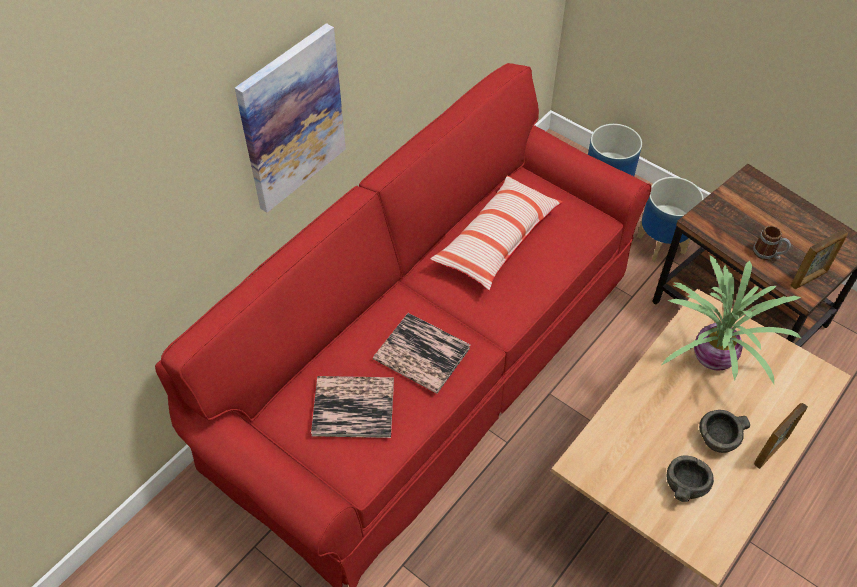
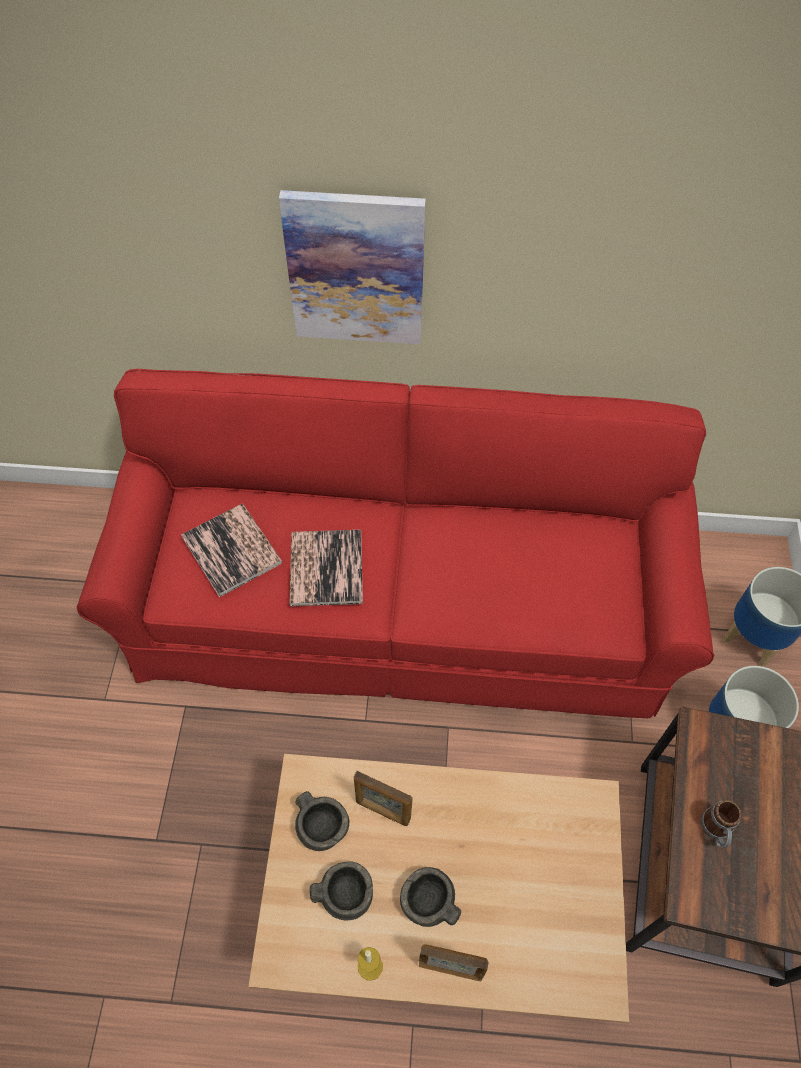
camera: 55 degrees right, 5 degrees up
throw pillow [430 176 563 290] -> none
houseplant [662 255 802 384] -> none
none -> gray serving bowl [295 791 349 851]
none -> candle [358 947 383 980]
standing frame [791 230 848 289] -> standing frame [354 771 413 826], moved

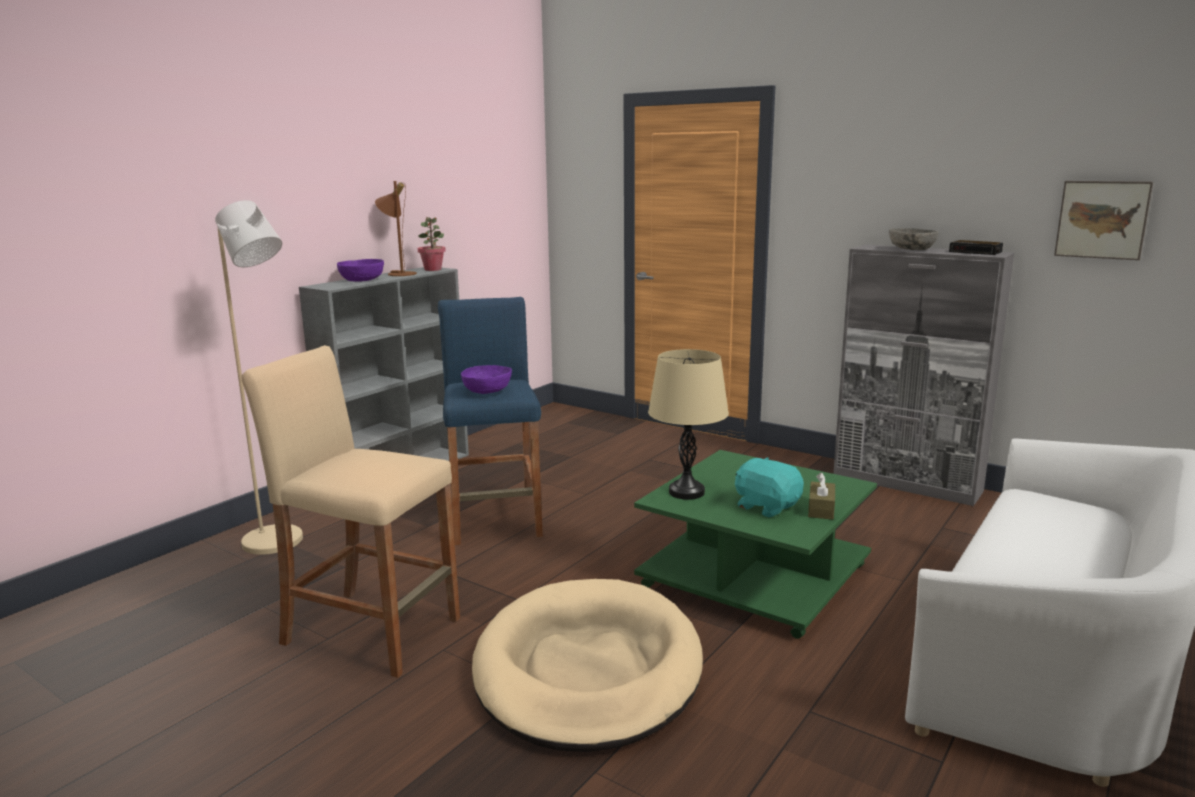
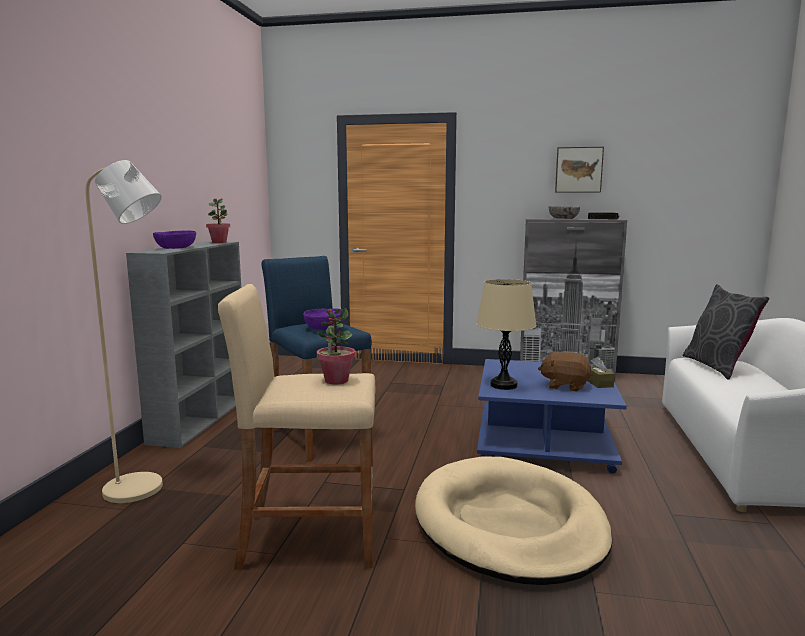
camera: 25 degrees left, 5 degrees down
brownish lamp for a table [375 181 417 276] -> none
none -> houseplant [317 308 356 384]
none -> gray throw pillow [683 284 769 379]
picture [1054 181 1153 260] -> picture [555 147 604 192], moved
green coffee table [634 450 877 639] -> bluish coffee table [477 359 627 473]
blue-green soft toy [735 457 804 517] -> brownish soft toy [538 352 592 392]

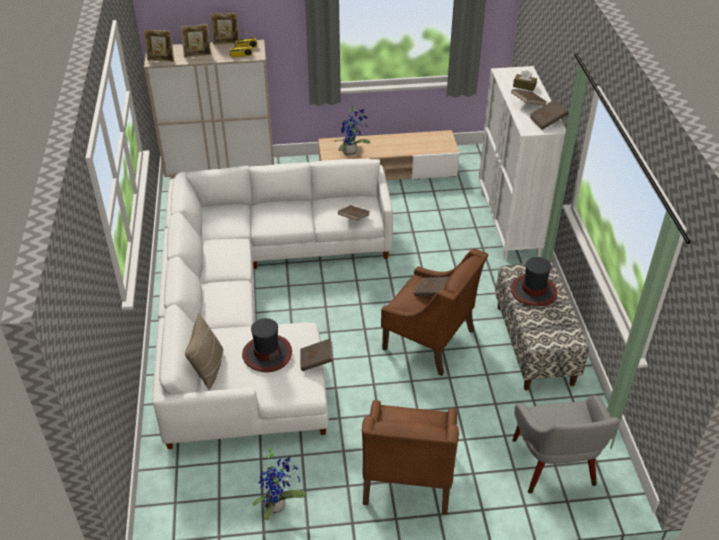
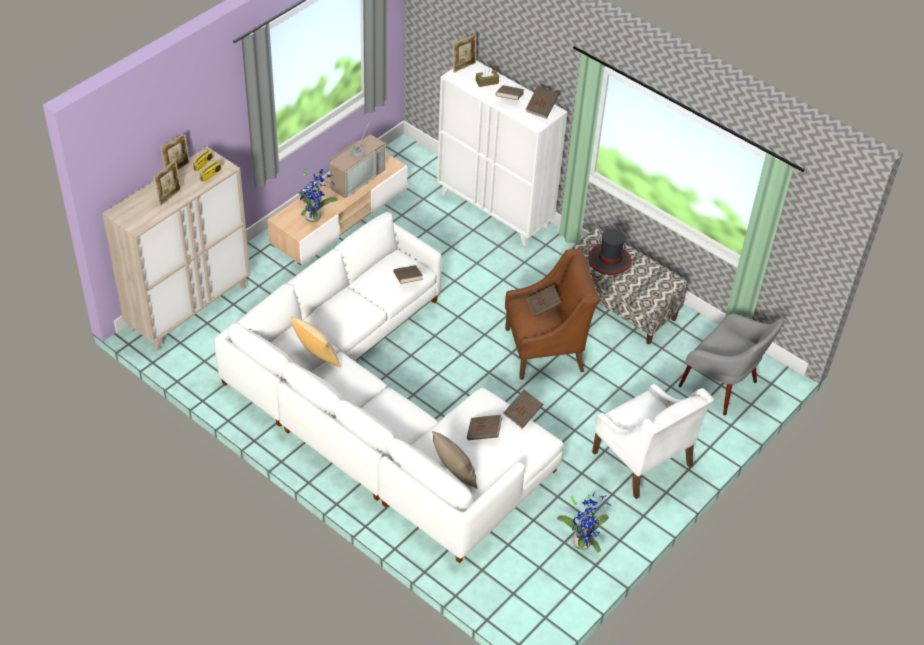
camera: 45 degrees left, 5 degrees up
none -> throw pillow [291 317 341 367]
none -> TV set [329 121 385 198]
standing frame [143 29 174 62] -> standing frame [453 34 476 73], moved
hat [242 318 292 372] -> brownish bound book [467 415 502 440]
brownish easy chair [362 400 459 514] -> white easy chair [592 383 714 499]

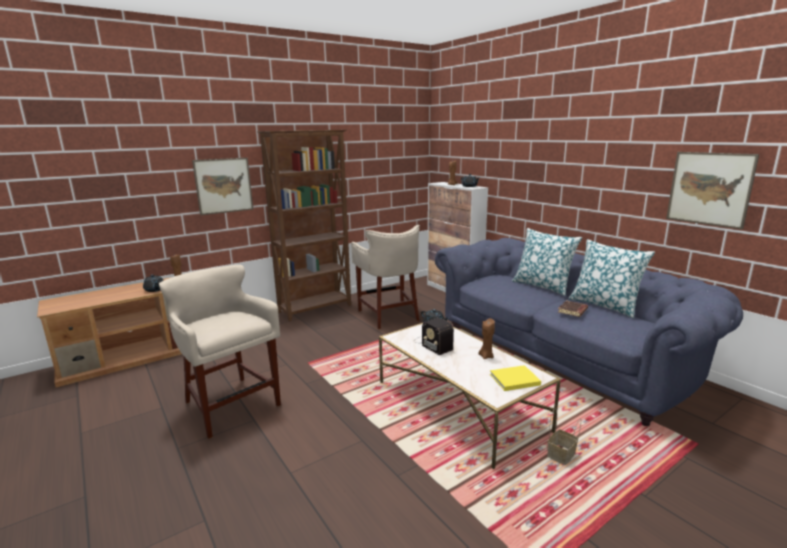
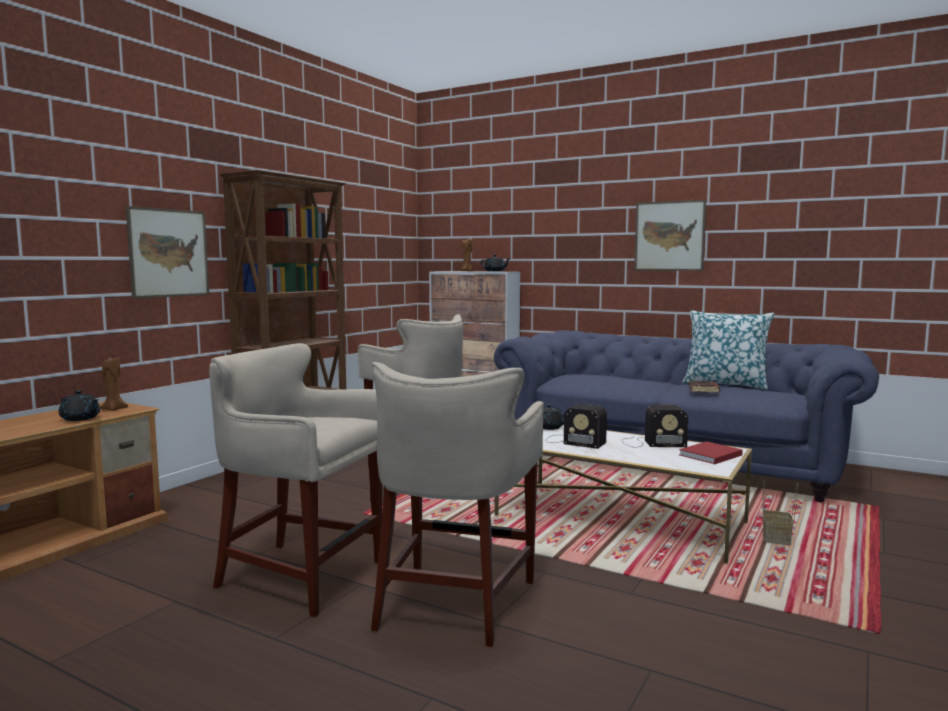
camera: 25 degrees left, 10 degrees down
throw pillow [512 228 582 296] -> none
none -> beige sitting stool [371 362 544 647]
picture [666 152 759 229] -> picture [634 200 706 271], moved
brownish candle [478 318 495 359] -> radio [622 404 688 447]
yellow bound book [490 365 541 391] -> reddish bound book [679 441 743 464]

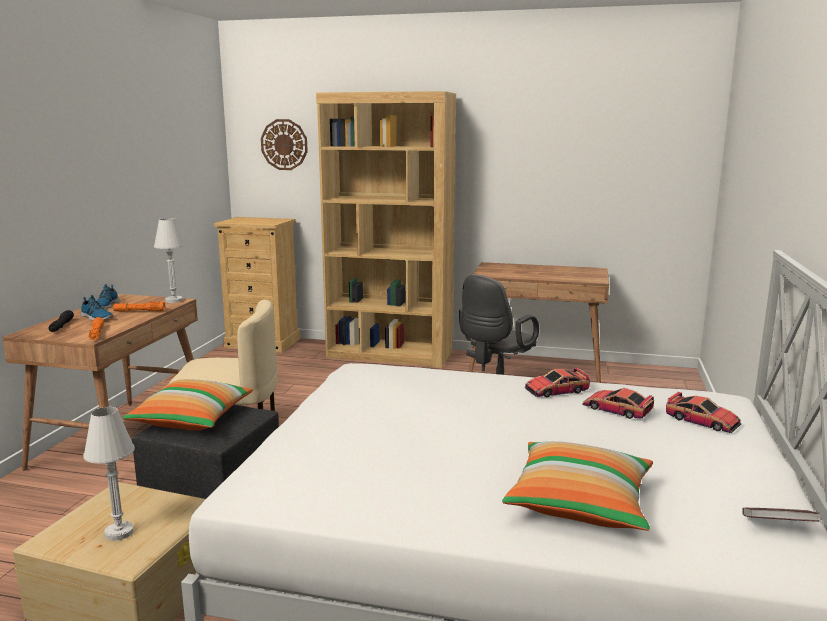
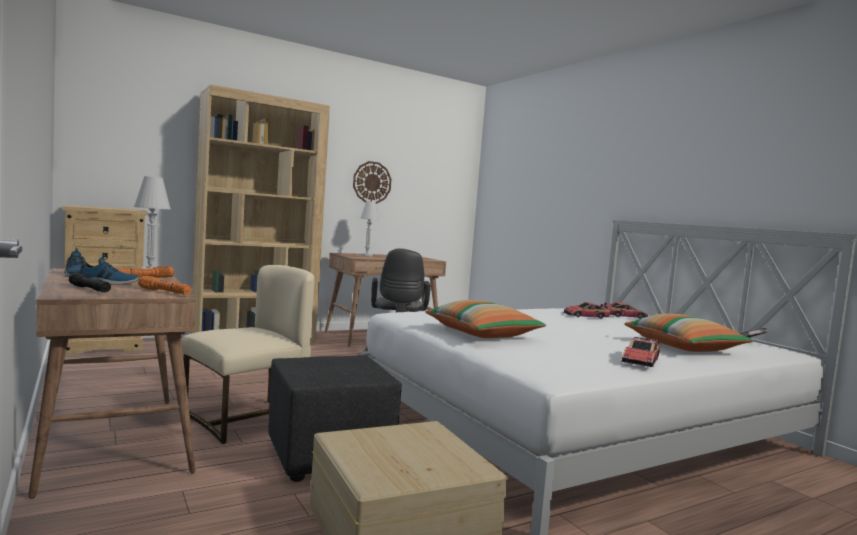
camera: 45 degrees left, 10 degrees down
white lamp for a table [83 407 135 541] -> white lamp for a table [360 201 379 256], moved
throw pillow [122 379 253 431] -> throw pillow [425 300 546 338], moved
wall clock [261 119 308 170] -> wall clock [353 161 391 204], moved
toy car [525 368 590 397] -> toy car [621 337 660 367], moved

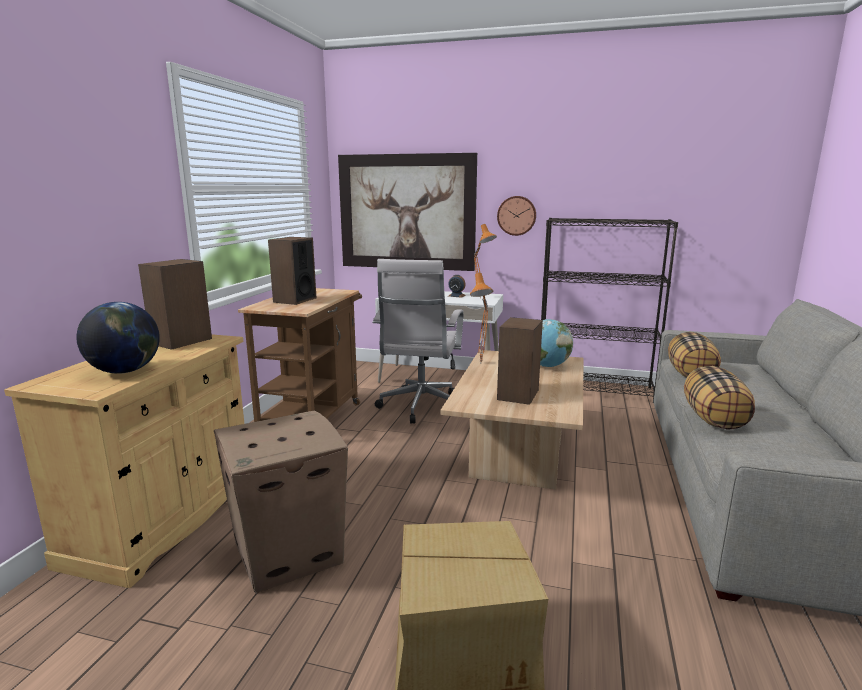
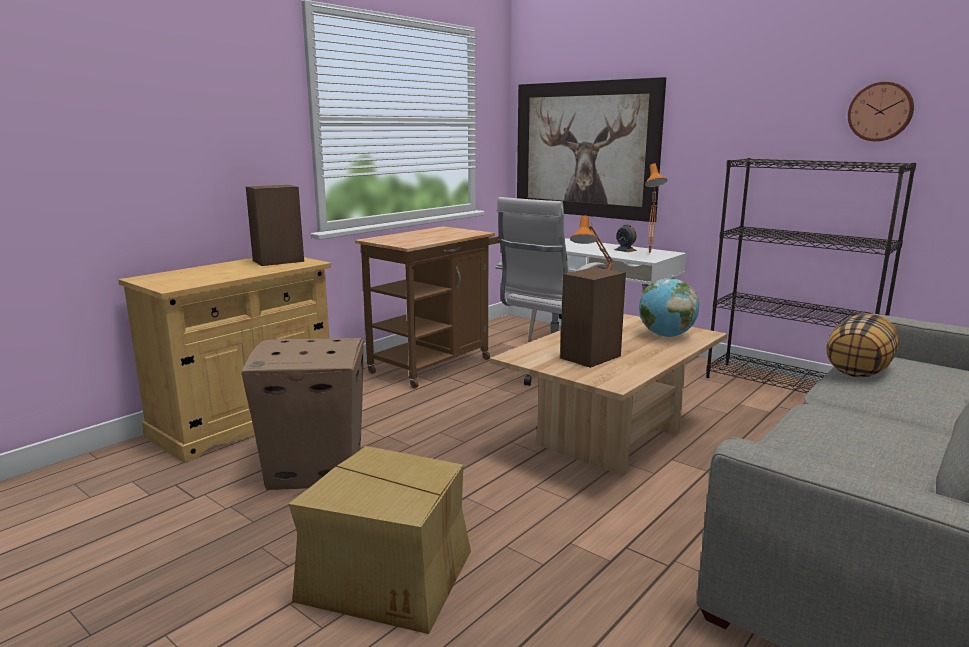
camera: 25 degrees right, 0 degrees up
desk globe [76 302 160 374] -> none
loudspeaker [268 237 316 305] -> none
throw pillow [684 366 755 430] -> none
wall clock [497 196 536 236] -> wall clock [848 81 914 141], moved

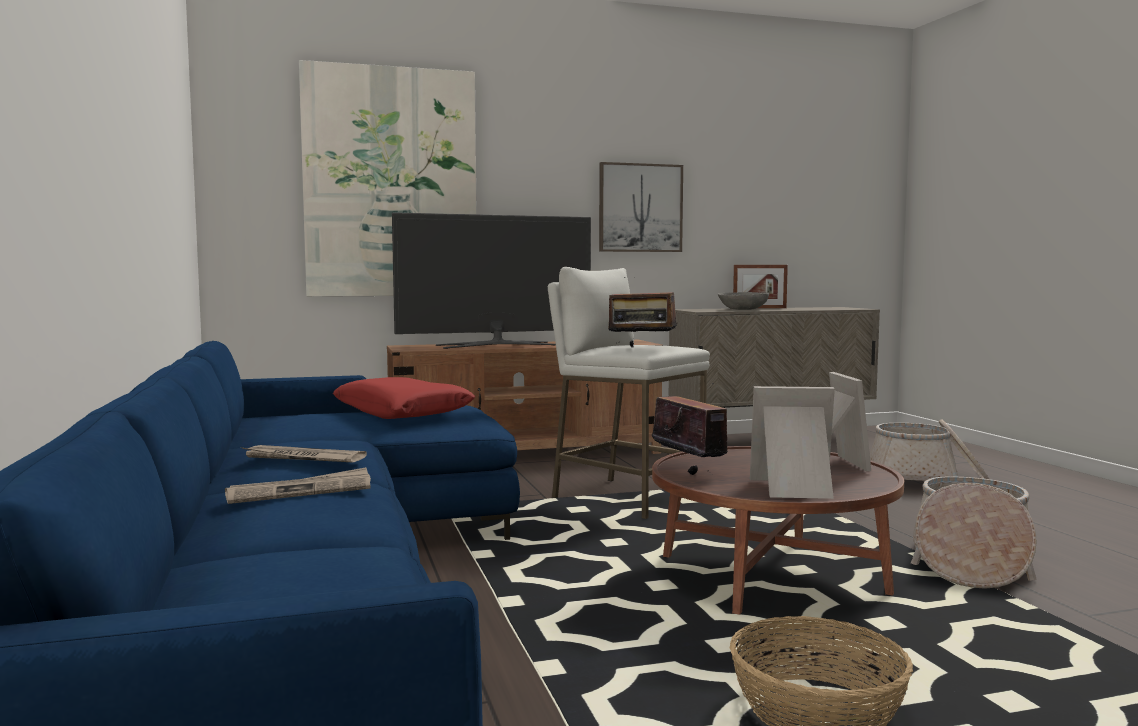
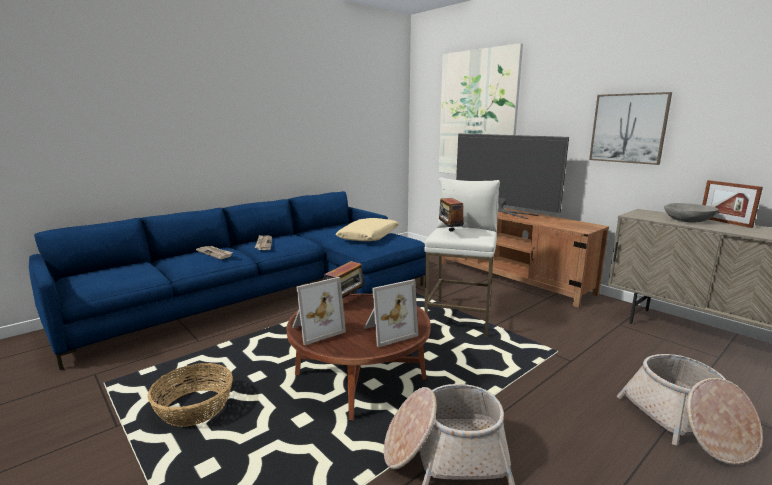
camera: 65 degrees right, 10 degrees up
reddish throw pillow [333 377 475 419] -> beige throw pillow [335 218 400 241]
standing frame [750 386 835 499] -> standing frame [292 277 346 345], 75 degrees clockwise

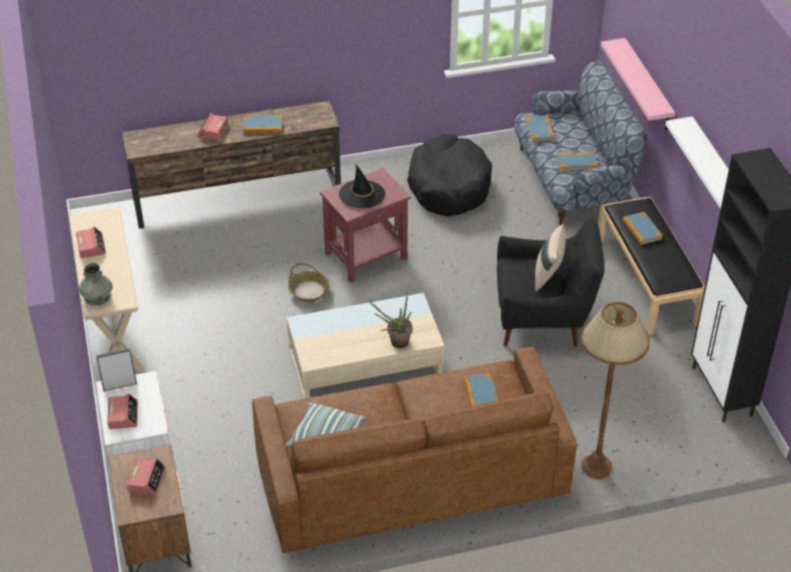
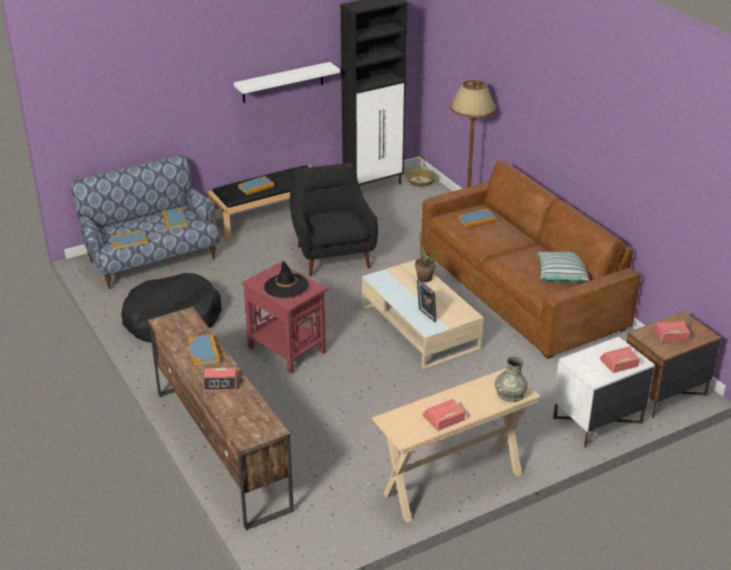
camera: 105 degrees left, 10 degrees down
beige throw pillow [535 224 566 292] -> none
pink-coloured shelf [601 38 675 130] -> none
standing frame [96 348 137 391] -> standing frame [417 279 437 322], moved
basket [288 263 330 302] -> basket [406 156 436 187], moved

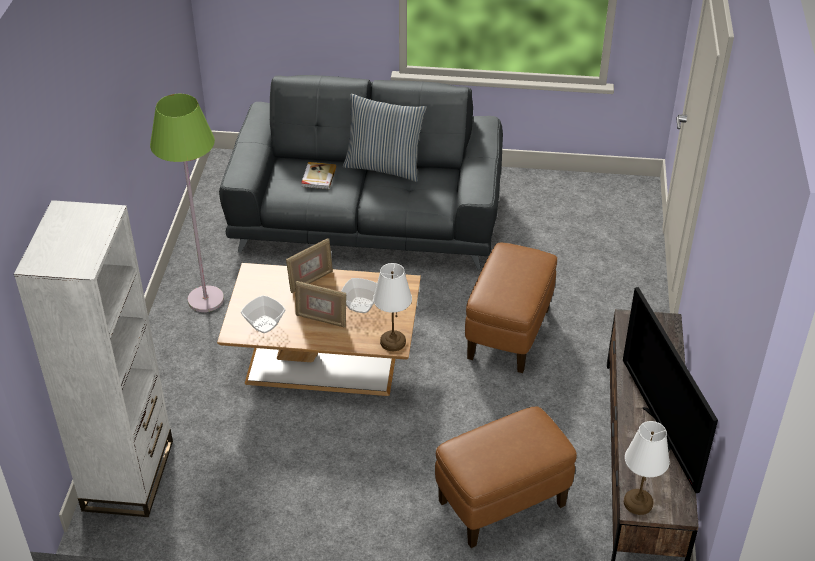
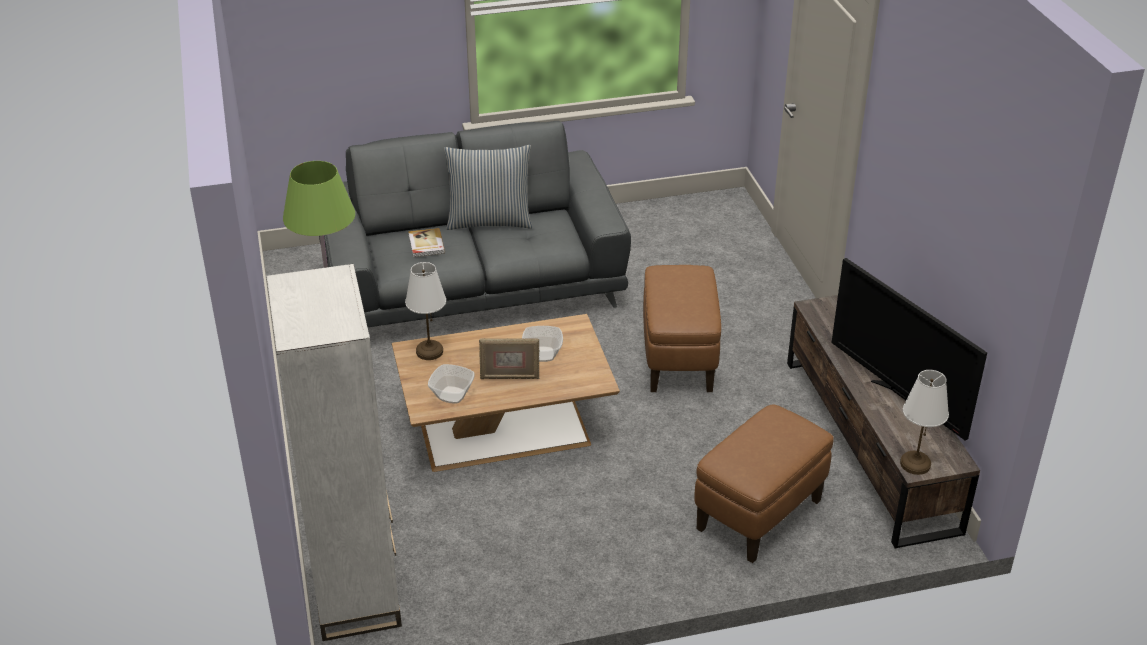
camera: 20 degrees left, 5 degrees down
standing frame [286 238 333 293] -> none
white lamp for a table [373 263 412 351] -> white lamp for a table [405 262 446 360], moved

